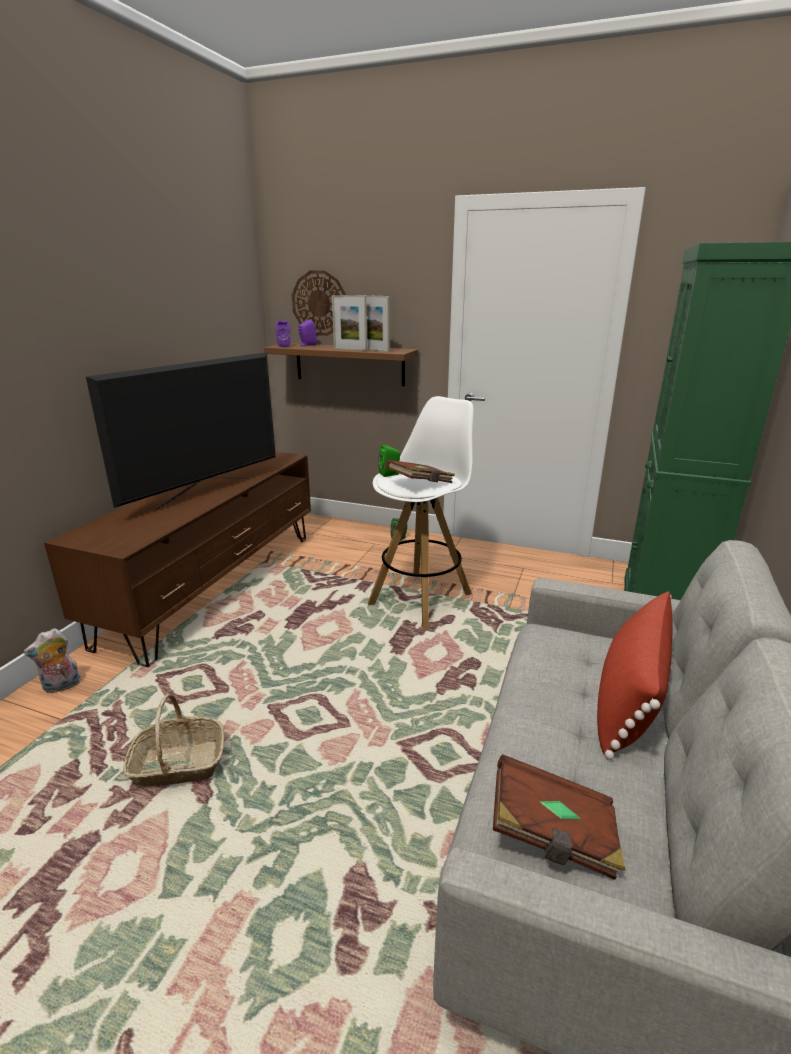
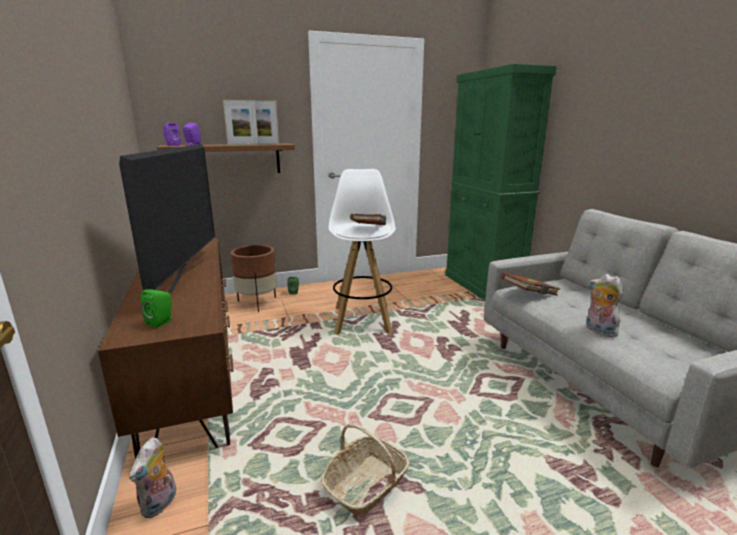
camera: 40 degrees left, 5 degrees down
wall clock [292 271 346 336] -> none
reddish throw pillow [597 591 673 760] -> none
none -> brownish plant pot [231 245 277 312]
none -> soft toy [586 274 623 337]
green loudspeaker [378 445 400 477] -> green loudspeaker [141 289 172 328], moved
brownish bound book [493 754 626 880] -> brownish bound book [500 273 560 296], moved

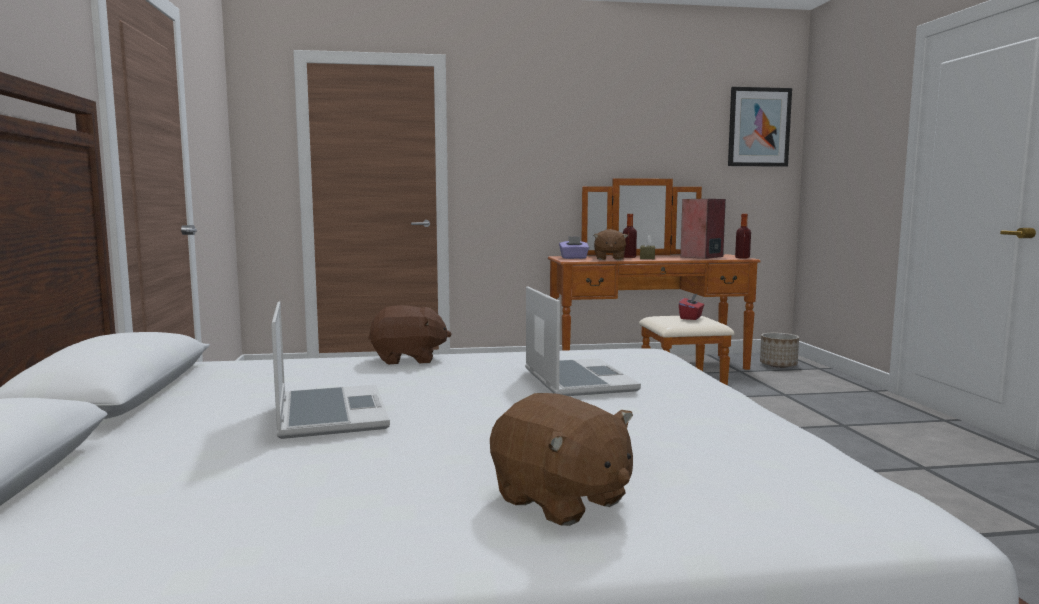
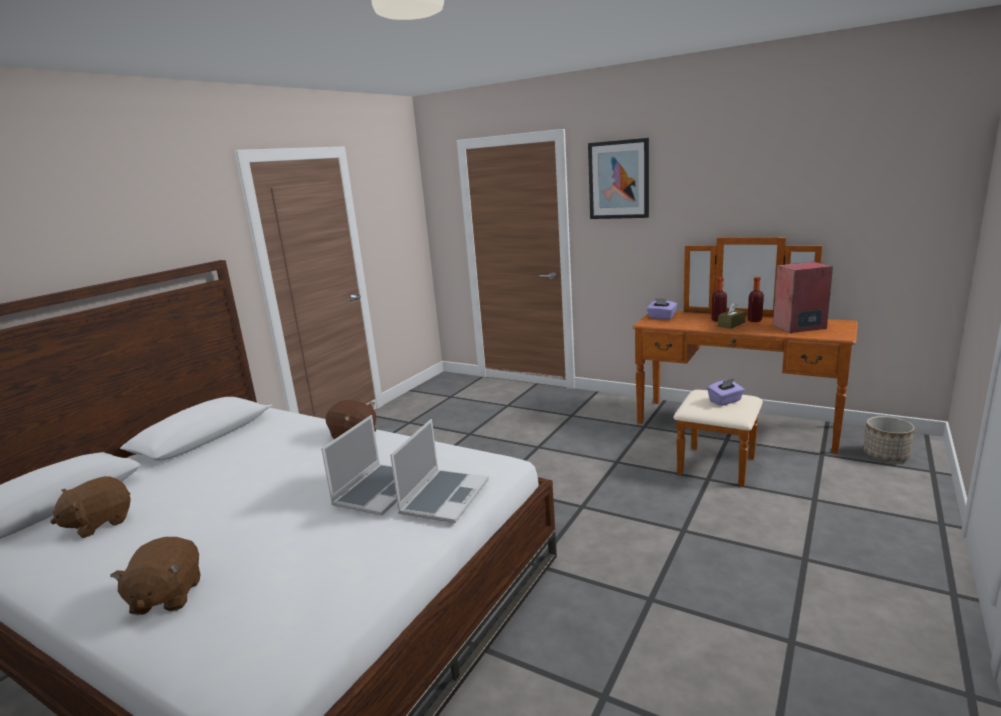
camera: 40 degrees right, 10 degrees up
laptop [271 301 390 439] -> laptop [390 419 489 523], moved
brownish soft toy [593 229 628 260] -> brownish soft toy [50 476 131 538], moved
picture [728 87 792 167] -> picture [588 138 649 219], moved
beverage bottle [735 214 751 259] -> beverage bottle [748 277 764 322], moved
reddish tissue holder [679 294 704 320] -> purplish tissue holder [707 378 744 406]

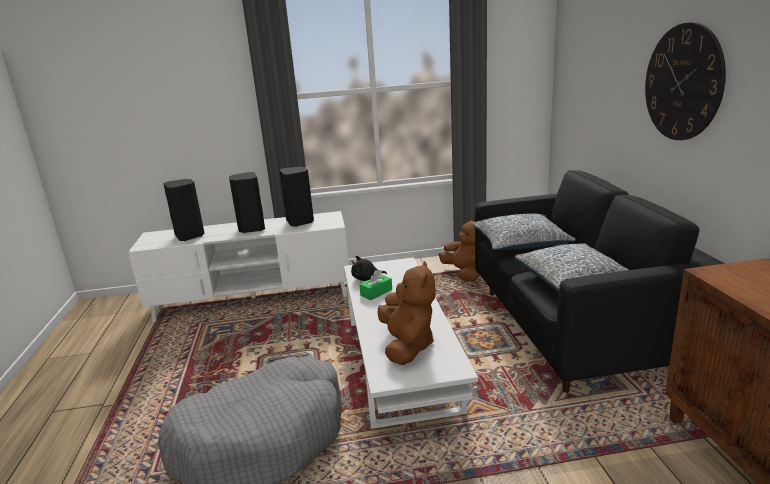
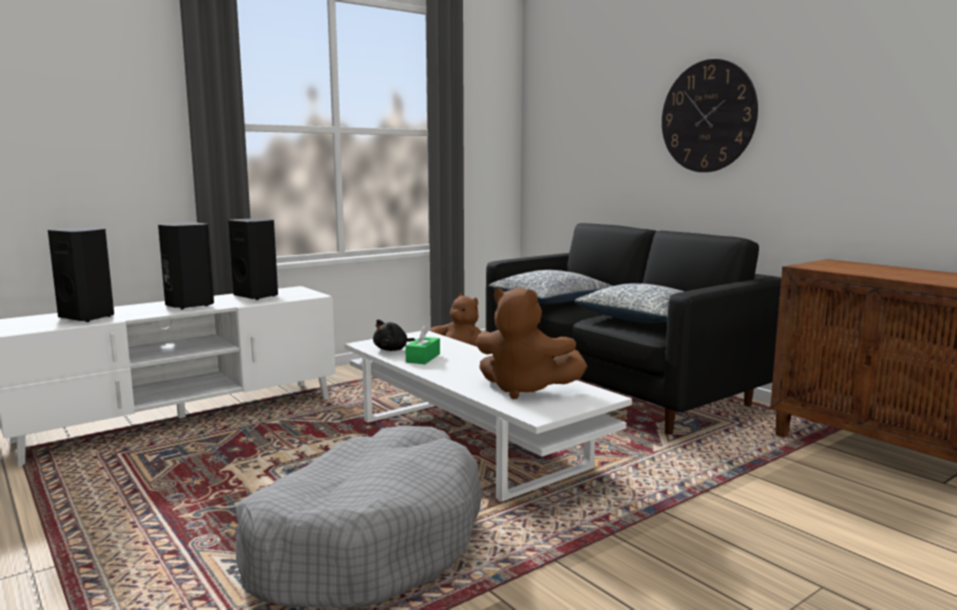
camera: 30 degrees left, 10 degrees down
brownish soft toy [377 261 436 365] -> brownish soft toy [476 288 587 399], 150 degrees clockwise

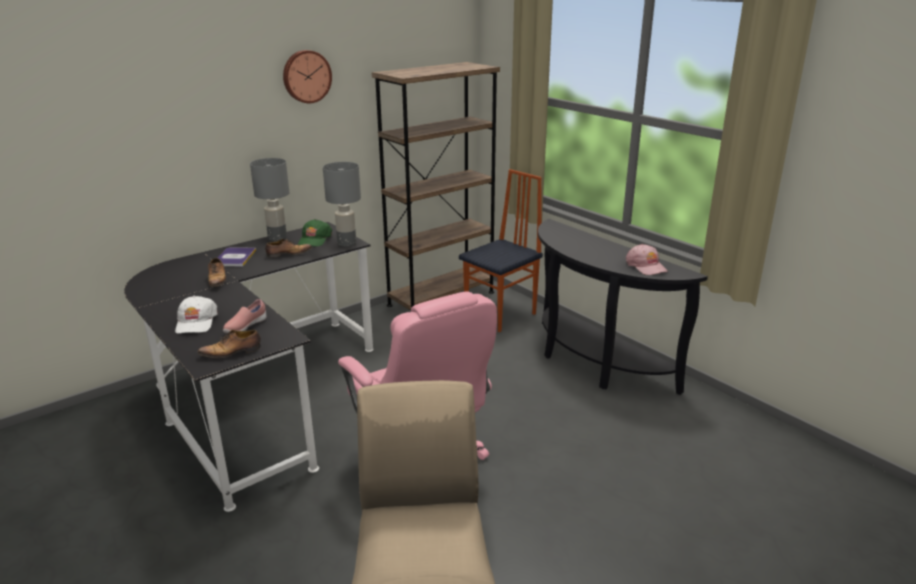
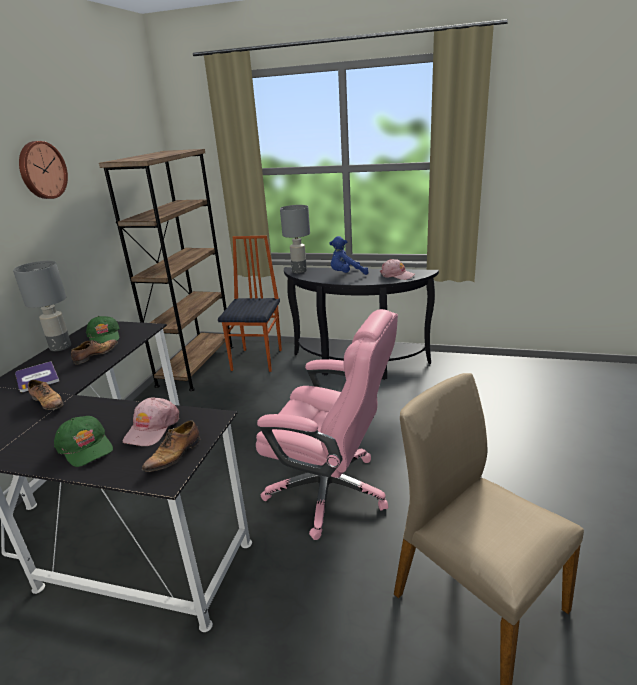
camera: 35 degrees left, 0 degrees up
none -> bluish soft toy [329 236 369 275]
gray lamp for a table [323 162 361 247] -> gray lamp for a table [280 205 310 273], moved
pink-coloured item of footwear [223 299 267 333] -> pink-coloured baseball cap [123 398 179 446]
white baseball cap [175 296 218 334] -> green baseball cap [54 416 113 467]

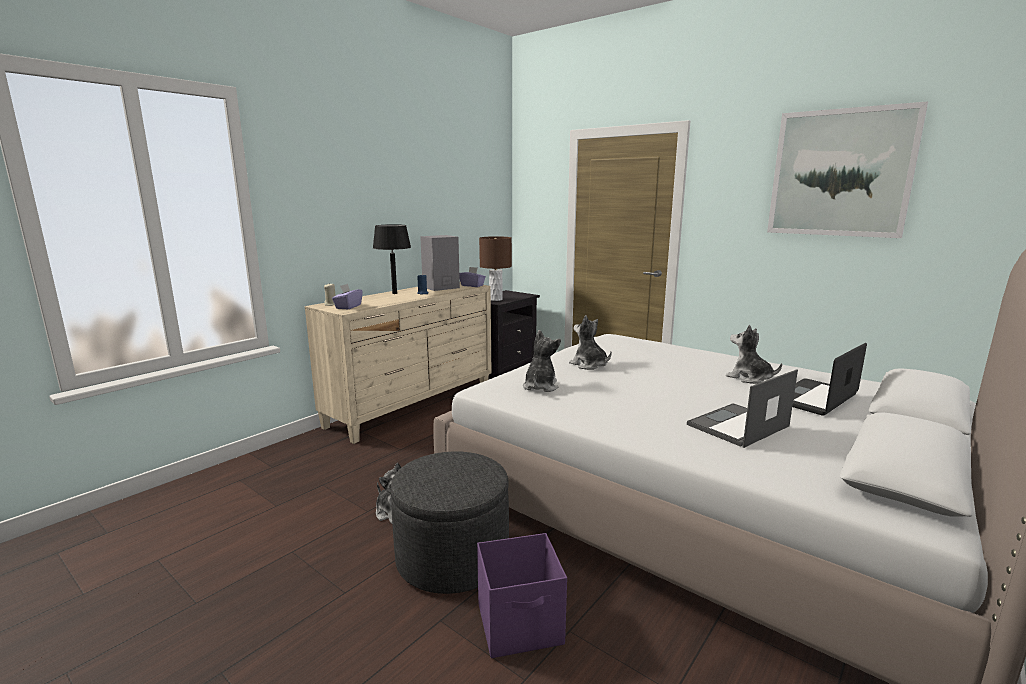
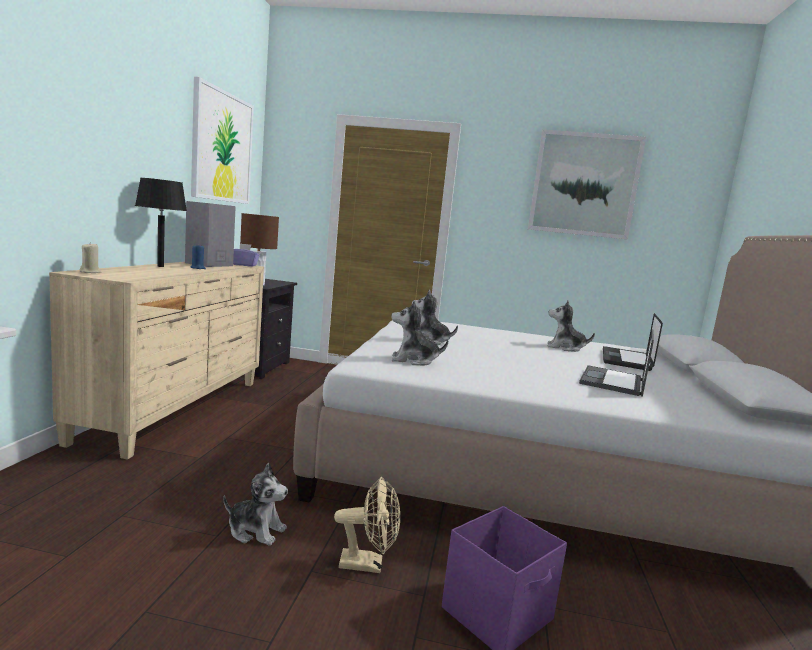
camera: 30 degrees left, 5 degrees down
purplish tissue holder [332 284 363 309] -> none
none -> picture [191 77 254 204]
gray footrest [390 452 509 594] -> beige fan [334 477 400 573]
soft toy [523 330 561 392] -> soft toy [391 300 448 365], 75 degrees counterclockwise

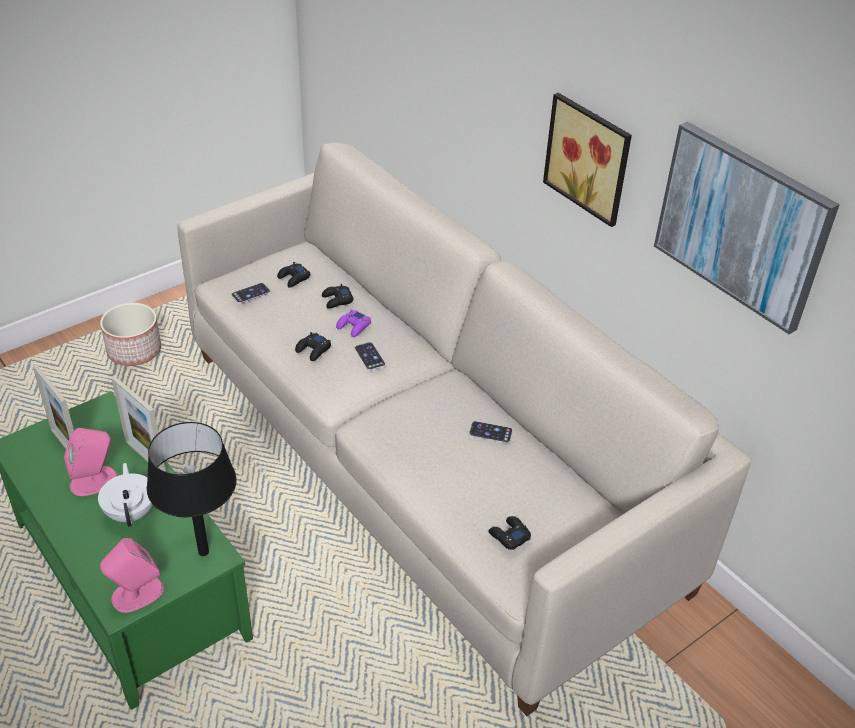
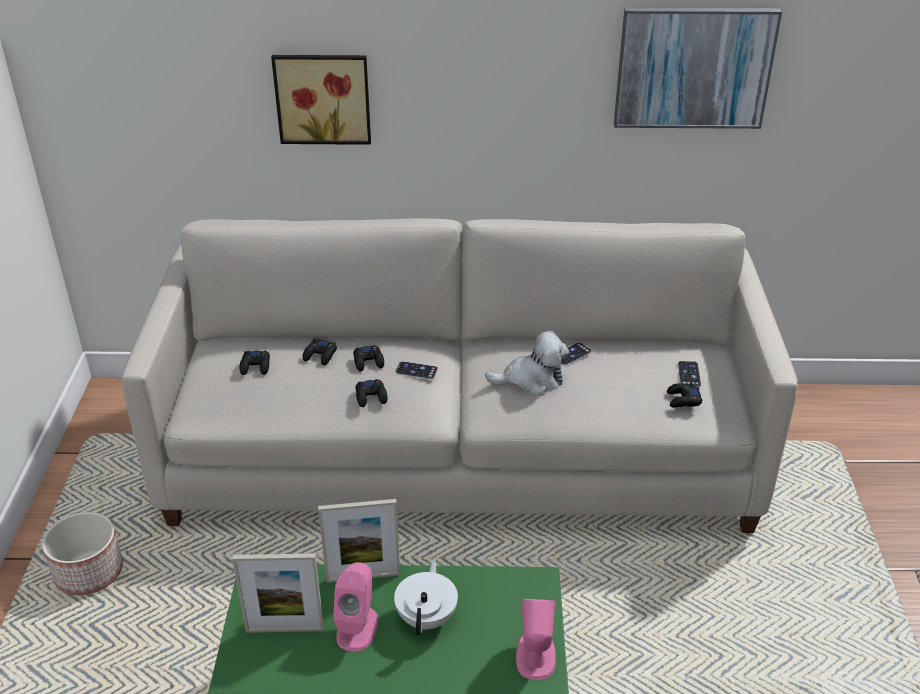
camera: 50 degrees left, 5 degrees down
blackish lamp for a table [147 422 237 556] -> none
none -> soft toy [485 330 569 396]
phone [231 283 270 303] -> phone [678 361 701 387], moved
picture [543 93 632 227] -> picture [271 55 371 145], moved
purplish gamepad [336 309 371 337] -> blackish gamepad [353 345 384 371]
white teapot [98 463 153 527] -> white teapot [394 559 458 636], 75 degrees clockwise

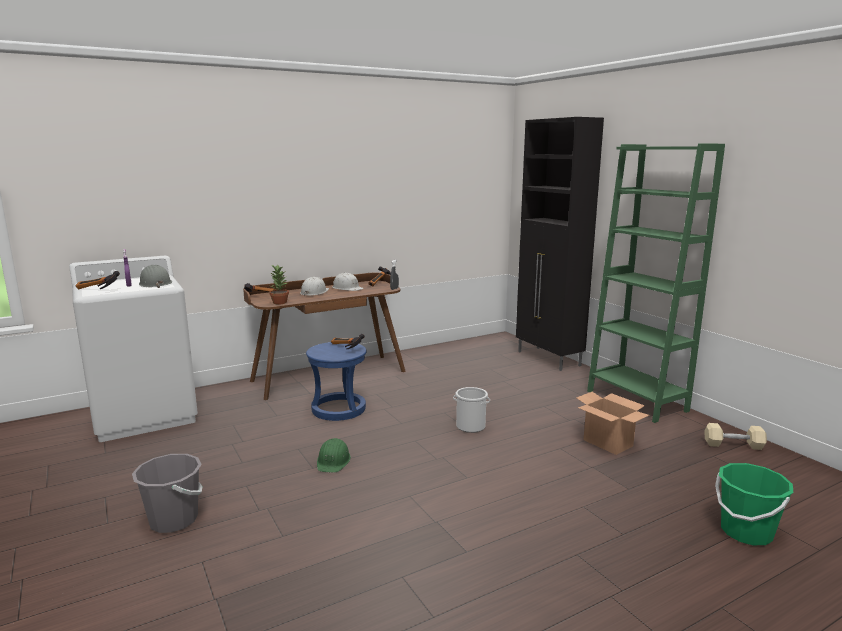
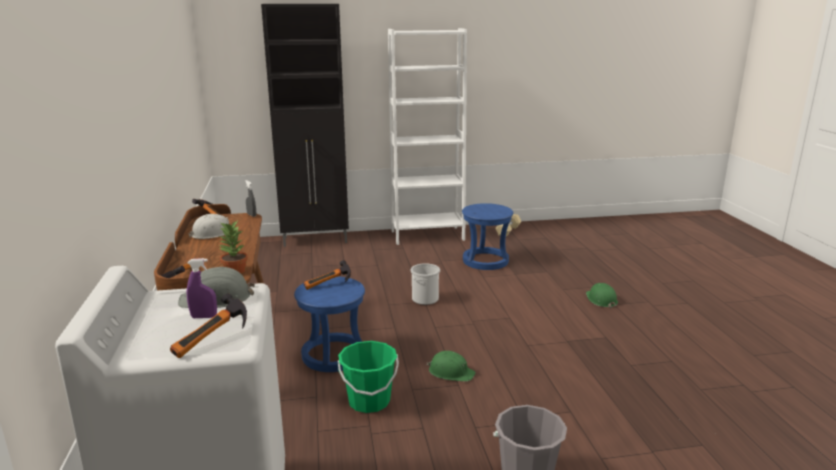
camera: 70 degrees left, 5 degrees up
white hard hat [300 277 329 296] -> none
none -> green hard hat [586 283 618 308]
green bucket [715 463 793 545] -> green bucket [338 341 399 413], moved
packing box [576 392 650 455] -> bluish sitting stool [462 203 513 270]
green bookcase [587 144 725 423] -> white bookcase [388 28 467 245]

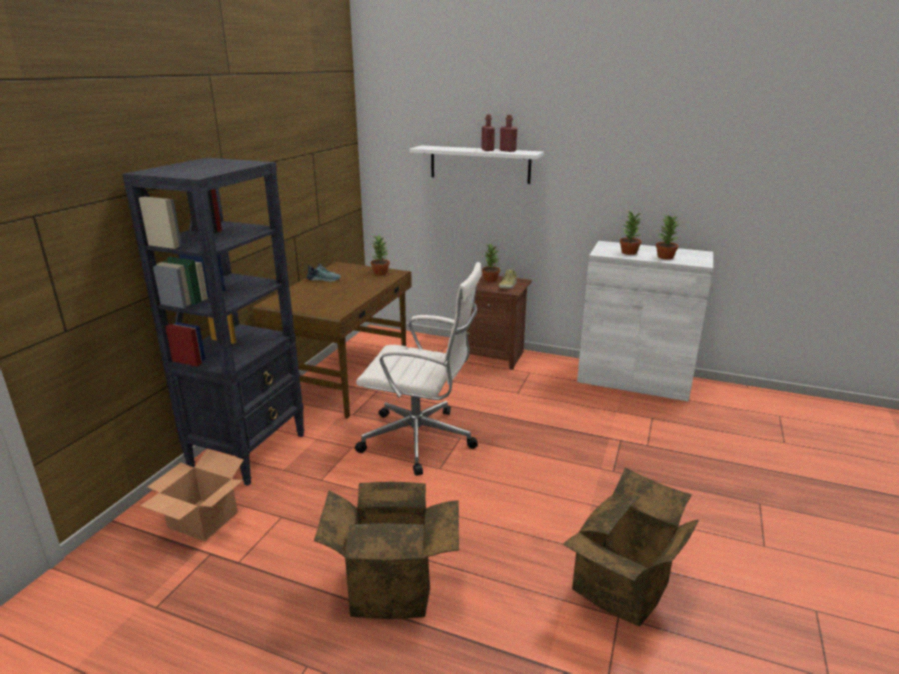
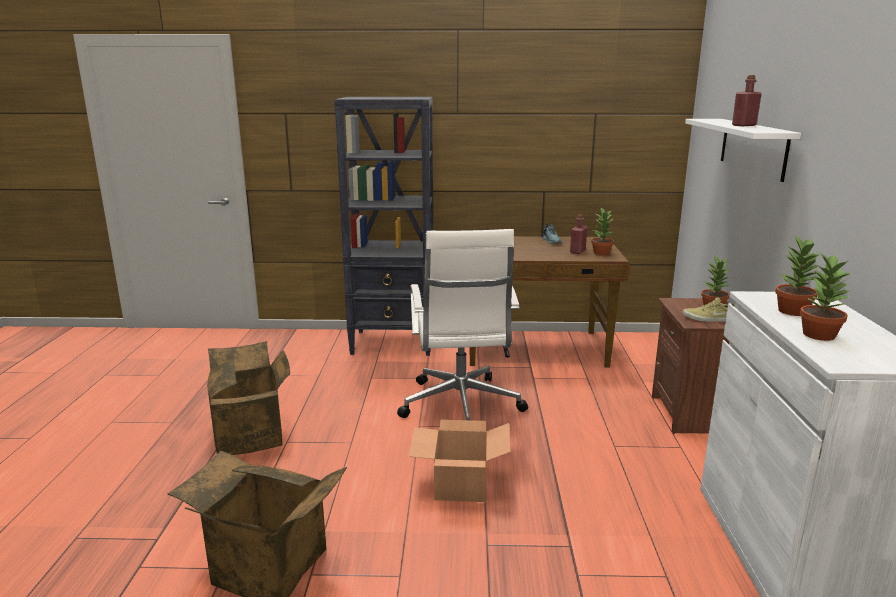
camera: 70 degrees right, 5 degrees down
packing box [140 449 244 541] -> packing box [408 420 511 502], moved
reddish beverage bottle [500 115 517 152] -> reddish beverage bottle [570 214 587 254], moved

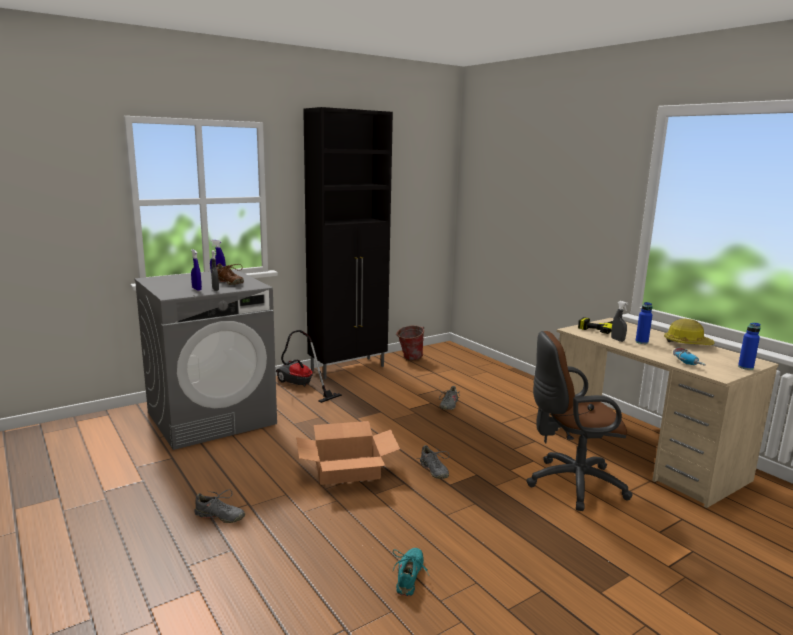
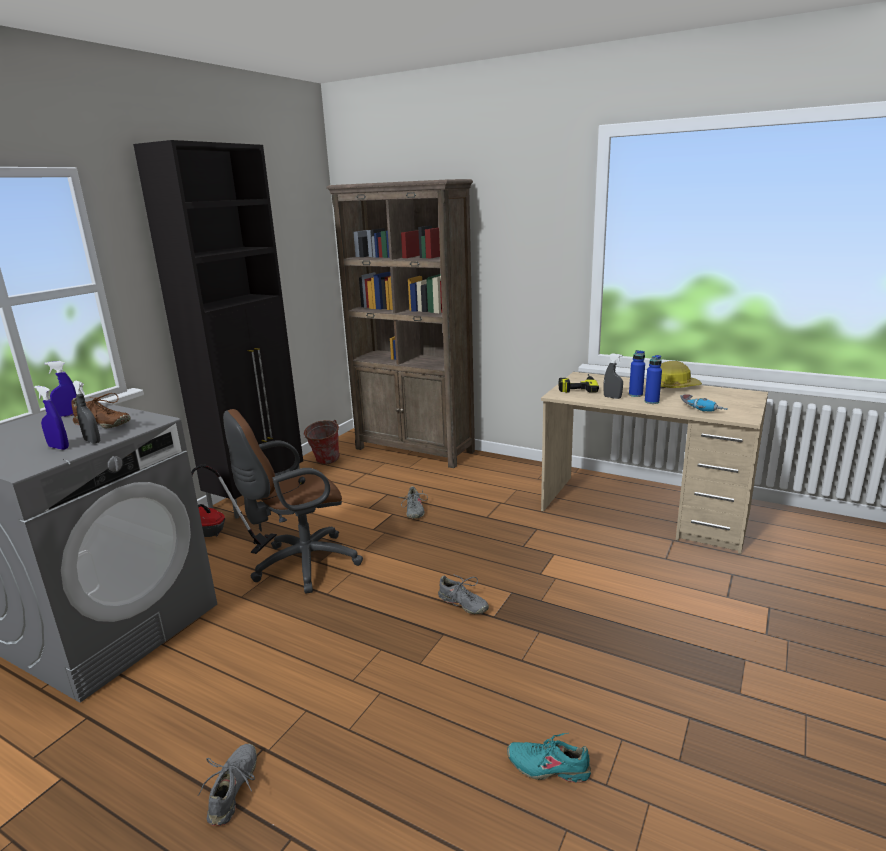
camera: 25 degrees left, 5 degrees up
packing box [296 421 400 485] -> none
none -> brownish bookcase [326 179 475 468]
brownish computer chair [526 331 632 511] -> brownish computer chair [223 409 363 593], moved
bluish beverage bottle [738 323 761 370] -> bluish beverage bottle [645 355 662 404], moved
gray item of footwear [194 489 245 523] -> gray item of footwear [198 744 257 826], 75 degrees counterclockwise
blue-green item of footwear [393 548 429 596] -> blue-green item of footwear [507 733 591 783], 60 degrees counterclockwise

